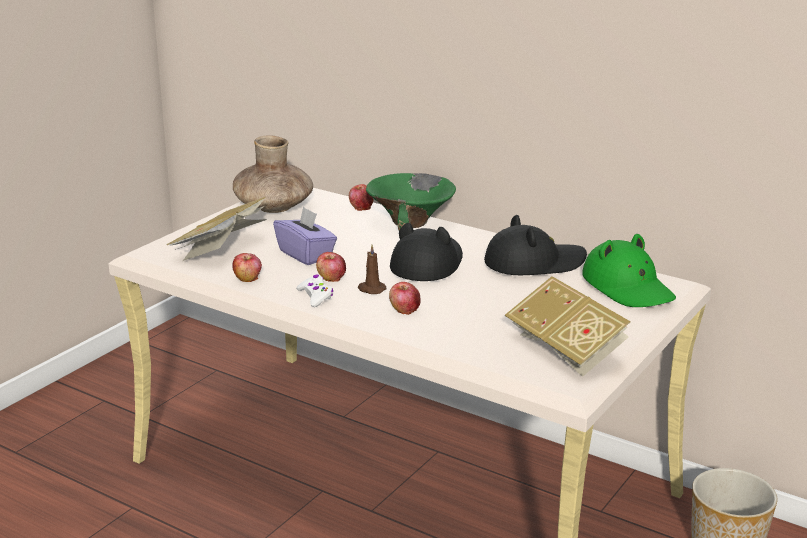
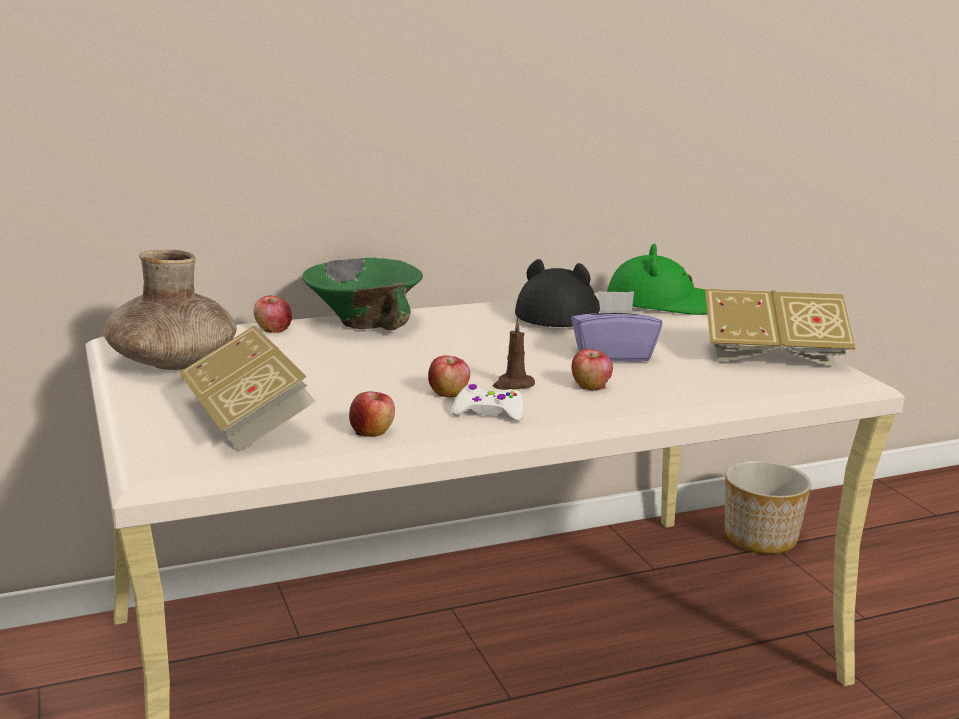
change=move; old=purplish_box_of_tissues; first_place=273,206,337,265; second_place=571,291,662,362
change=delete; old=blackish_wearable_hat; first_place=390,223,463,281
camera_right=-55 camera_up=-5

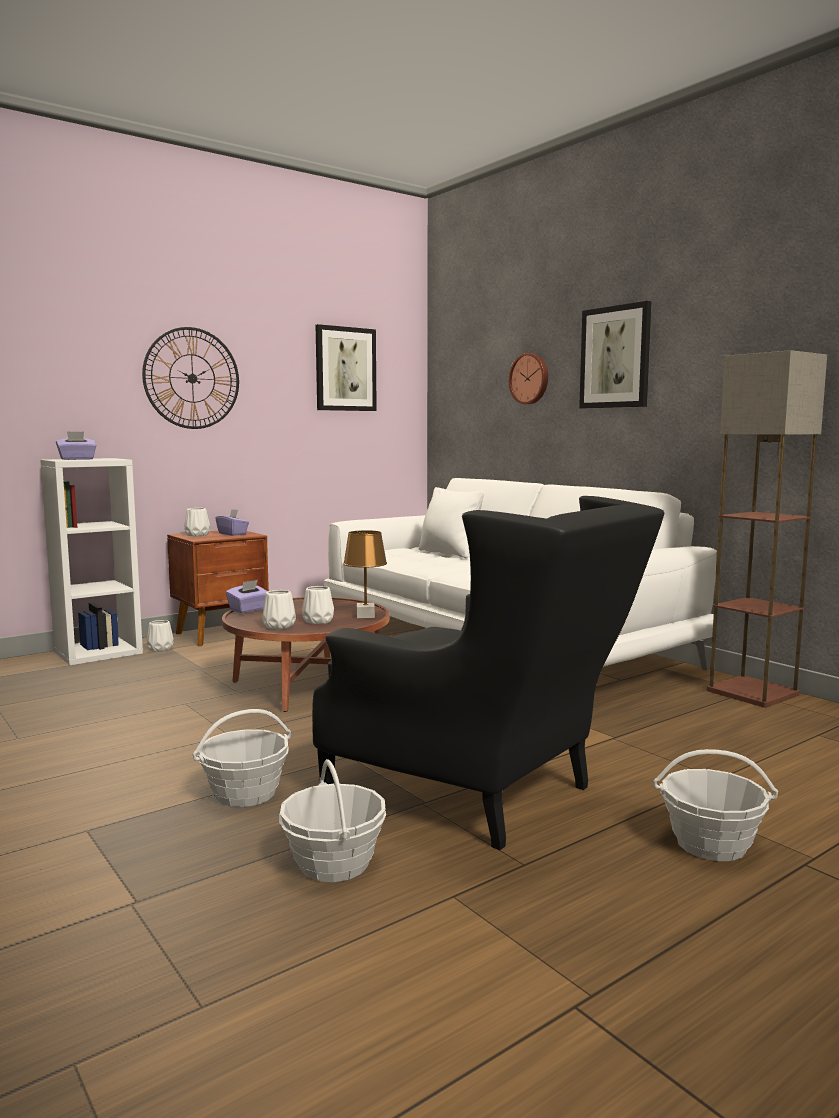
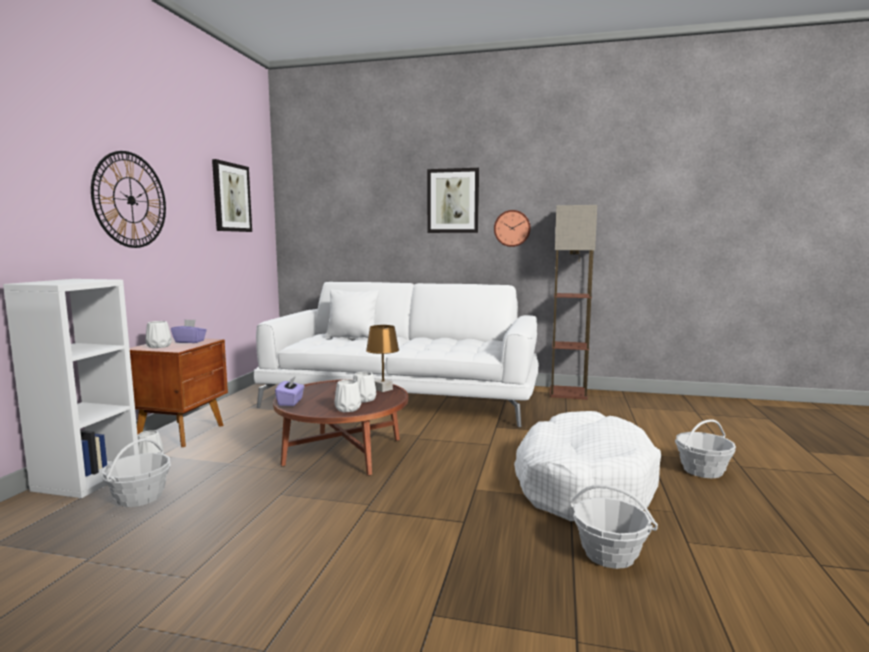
change=delete; old=purplish_box_of_tissues; first_place=56,431,96,460
change=move; old=storage_basket; first_place=193,709,291,807; second_place=101,438,171,507
change=replace; old=blackish_easy_chair; new=whitish_dog_bed; first_place=312,496,664,850; second_place=514,411,661,521
change=move; old=hanging_clock; first_place=509,353,548,404; second_place=494,210,531,247
camera_right=-40 camera_up=0

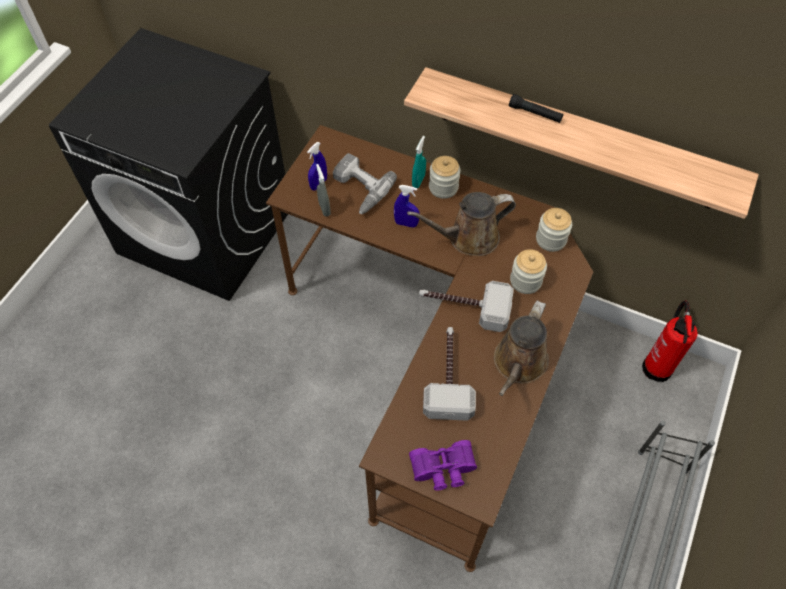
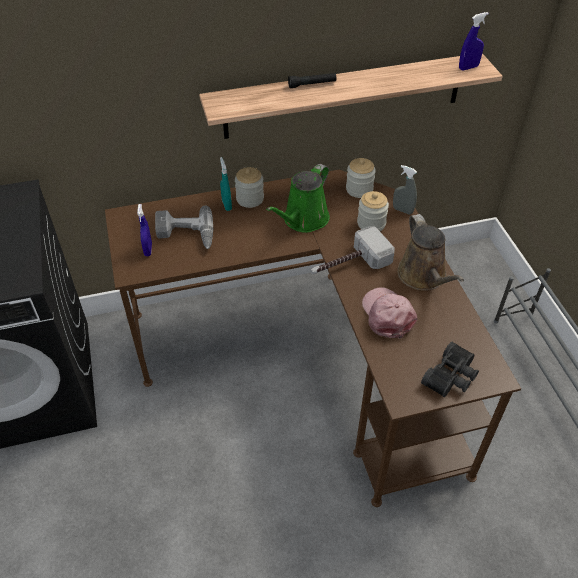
change=move; old=gray_spray_bottle; first_place=316,164,331,217; second_place=393,165,417,214
change=move; old=blue-coloured_spray_bottle; first_place=394,185,420,228; second_place=459,12,489,70
change=recolor; old=brownish_watering_can; new=green-coloured_watering_can; first_place=407,192,516,256; second_place=266,164,330,233
change=recolor; old=purplish_pair_of_binoculars; new=blackish_pair_of_binoculars; first_place=409,440,477,491; second_place=421,342,479,397
change=replace; old=hammer; new=pinkish_cap; first_place=423,327,476,421; second_place=362,287,417,339
change=delete; old=extinguisher; first_place=642,300,698,382
camera_right=-40 camera_up=-10

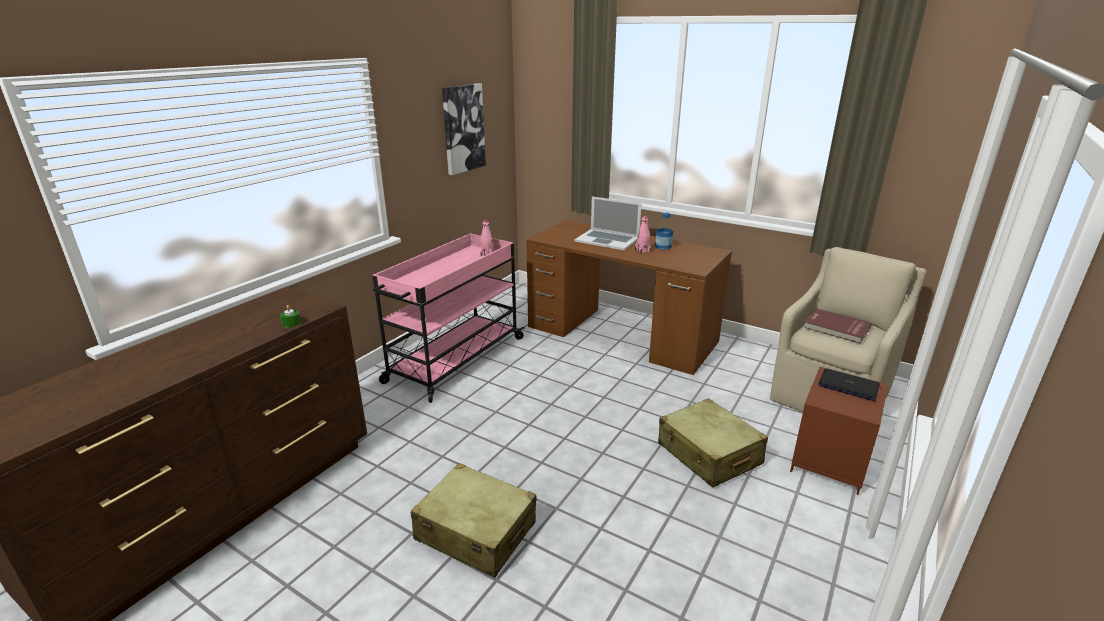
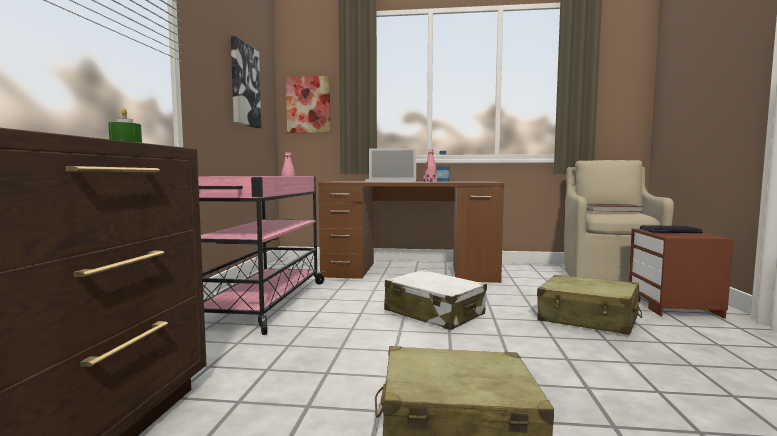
change=insert; new=wall_art; second_place=286,76,331,133
change=insert; new=whitish_piece_of_luggage; second_place=384,270,487,330
camera_right=-25 camera_up=-20

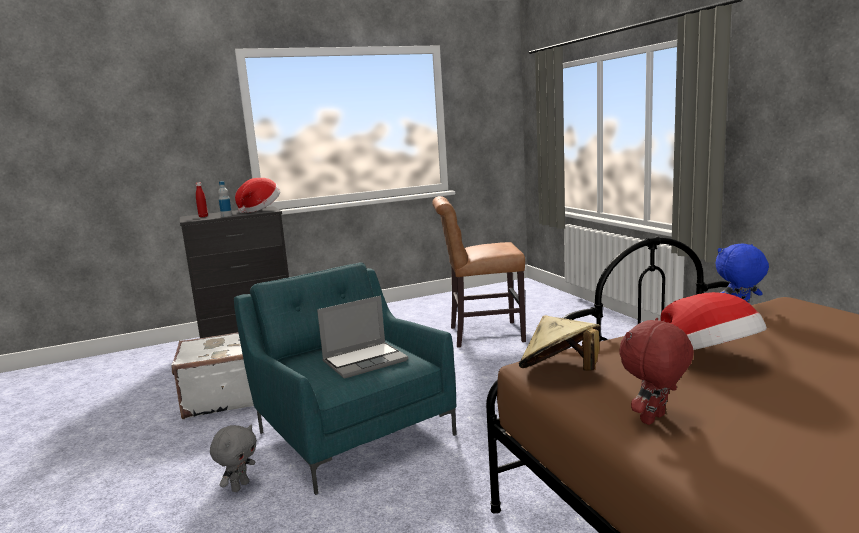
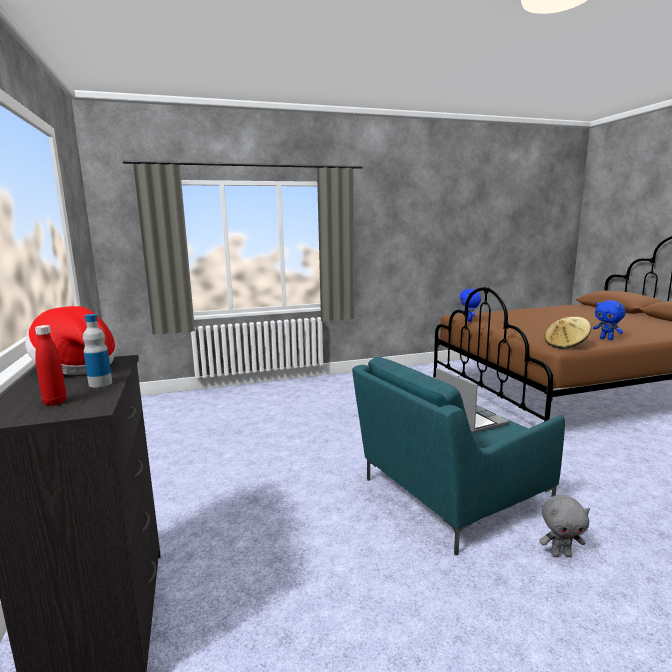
change=delete; old=whitish_piece_of_luggage; first_place=171,332,254,419
change=rotate; old=gray_soft_toy; first_place=210,424,257,492; second_place=539,495,590,557; degrees=150
change=delete; old=brownish_plain_chair; first_place=432,196,526,348
change=recolor; old=reddish_soft_toy; new=blue-coloured_soft_toy; first_place=619,318,694,425; second_place=593,300,625,340
change=delete; old=wearable_hat; first_place=660,292,767,350
camera_right=-85 camera_up=0

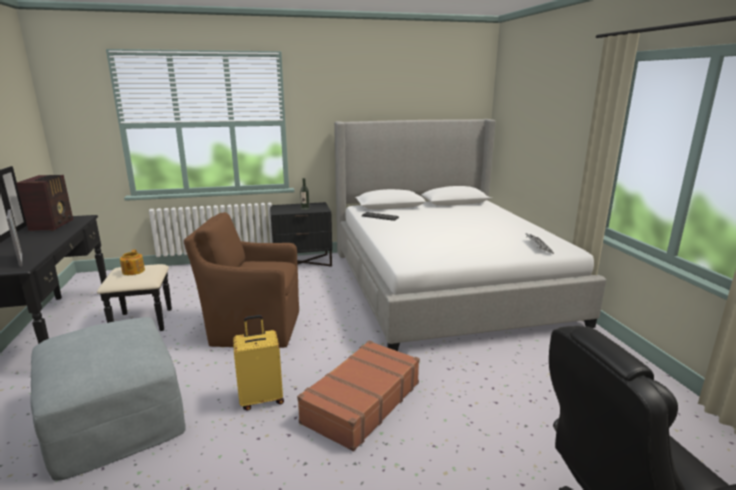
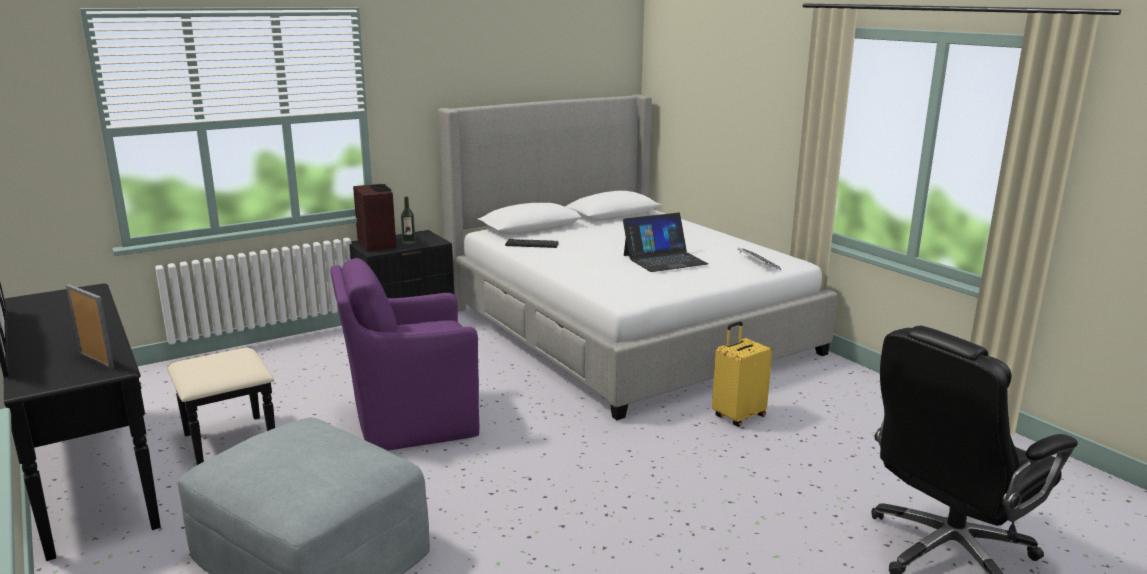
change=move; old=radio_receiver; first_place=16,175,73,231; second_place=353,184,396,252
change=delete; old=pot_for_tea; first_place=120,250,145,275
change=recolor; old=brownish_easy_chair; new=purplish_easy_chair; first_place=184,212,299,348; second_place=330,258,479,451
change=move; old=yellowish_piece_of_luggage; first_place=233,315,284,411; second_place=712,321,772,427
change=delete; old=brownish_piece_of_luggage; first_place=297,340,420,452
change=insert; new=notebook_computer; second_place=623,213,709,272
camera_right=-20 camera_up=0

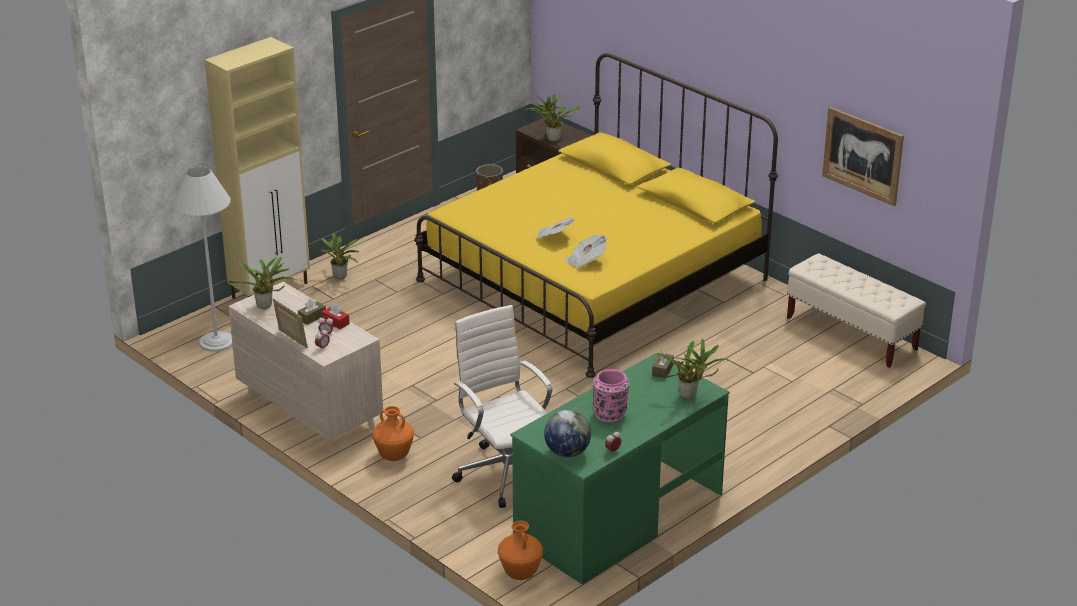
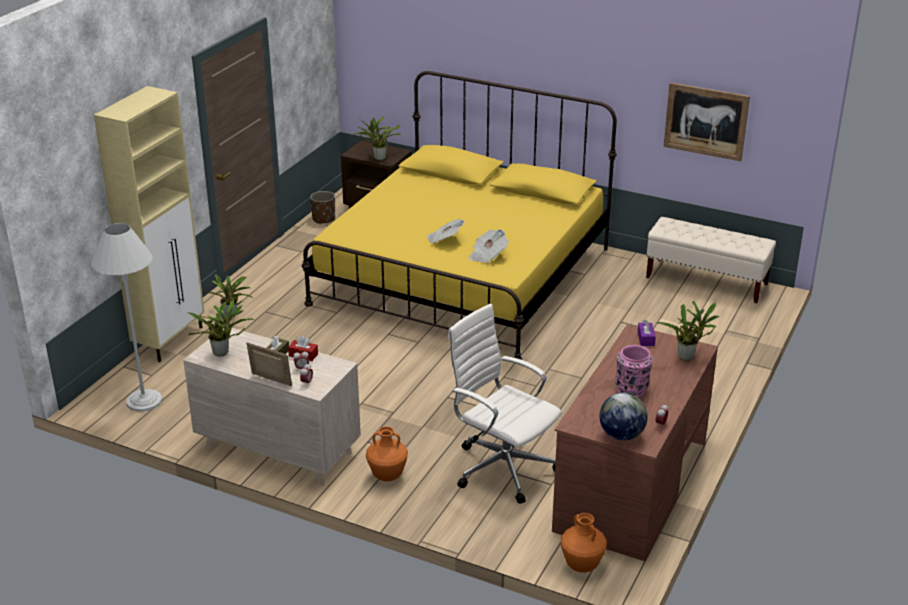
change=recolor; old=green-coloured_desk_unit; new=brownish_desk_unit; first_place=510,353,730,584; second_place=552,324,718,561
change=recolor; old=brownish_box_of_tissues; new=purplish_box_of_tissues; first_place=652,351,674,379; second_place=638,320,656,346
camera_right=-20 camera_up=0

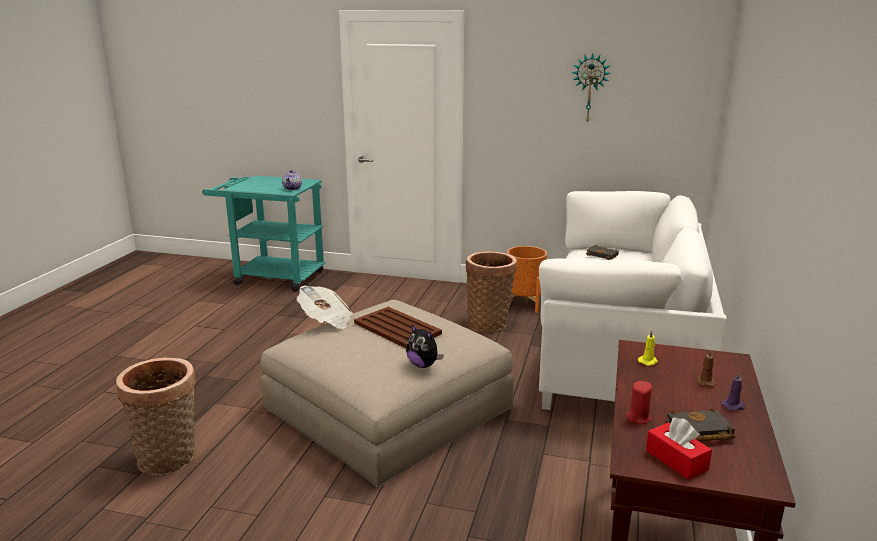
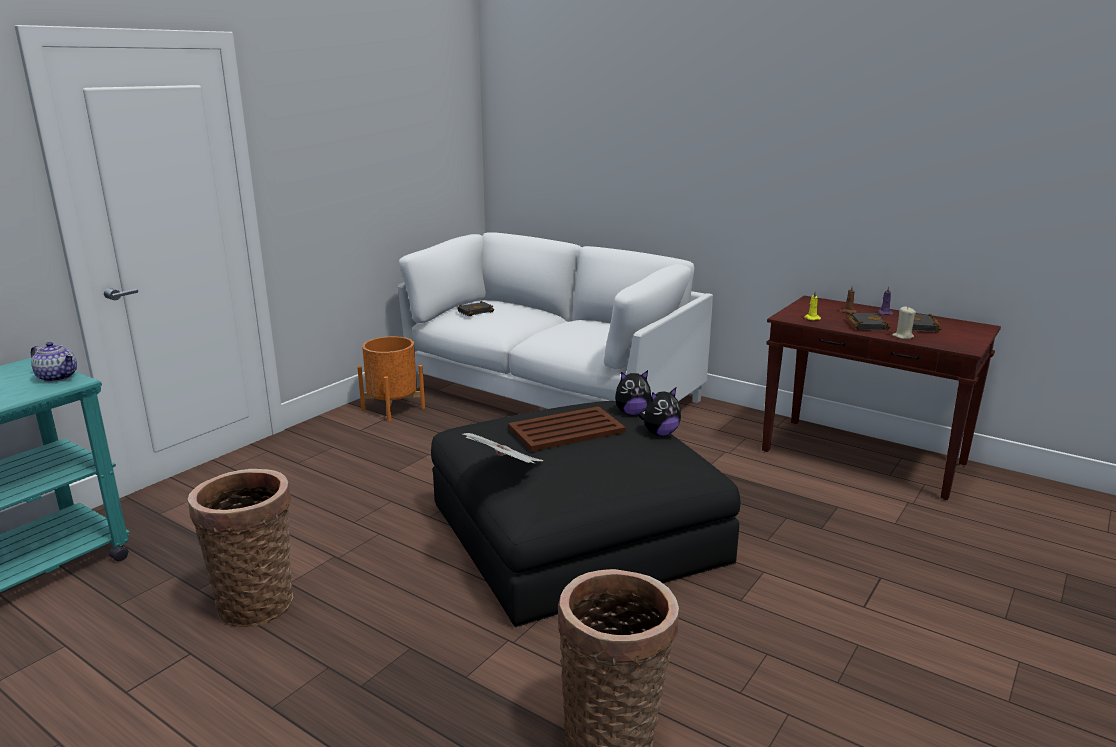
change=recolor; old=beige_footrest; new=blackish_footrest; first_place=261,300,514,488; second_place=431,401,740,627
change=move; old=storage_basket; first_place=466,251,517,332; second_place=188,469,293,627
change=delete; old=hanging_clock; first_place=572,53,611,124
change=recolor; old=reddish_wax_light; new=beige_wax_light; first_place=626,381,652,424; second_place=892,307,916,339
change=delete; old=reddish_box_of_tissues; first_place=646,418,712,480
change=insert; new=soft_toy; second_place=615,370,651,415
change=insert; new=blackish_book; second_place=846,312,891,331
camera_right=-70 camera_up=0

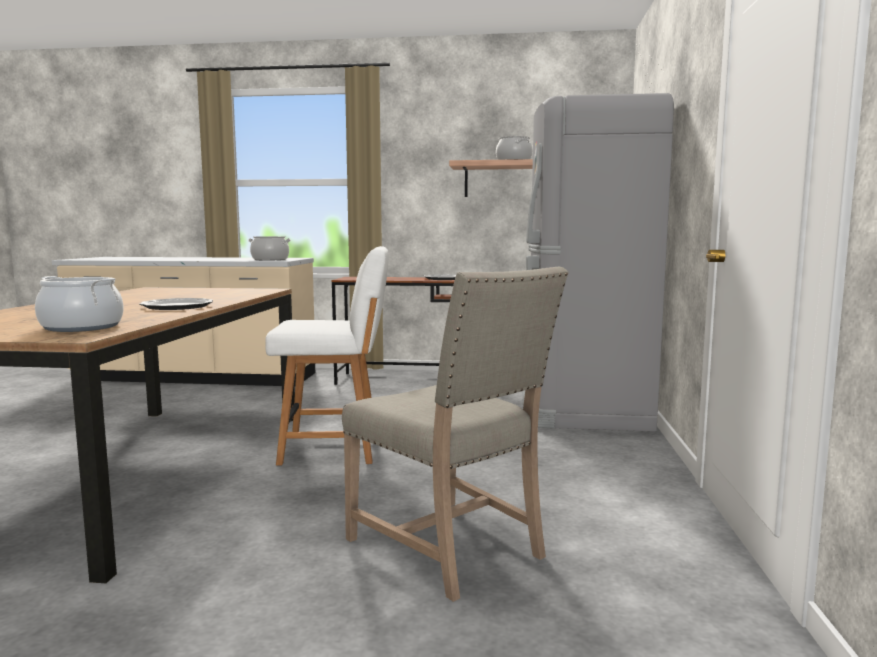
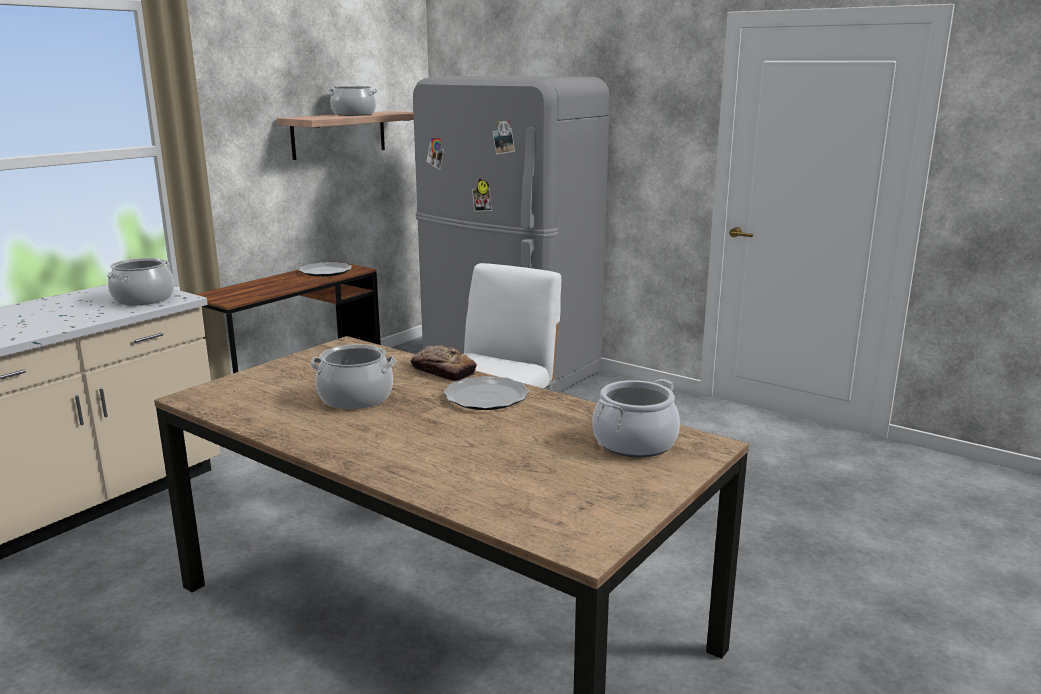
change=delete; old=beige_plain_chair; first_place=342,267,569,602
change=insert; new=stockpot; second_place=310,344,397,409
change=insert; new=bakery_bread; second_place=411,345,477,381
camera_right=-60 camera_up=10

